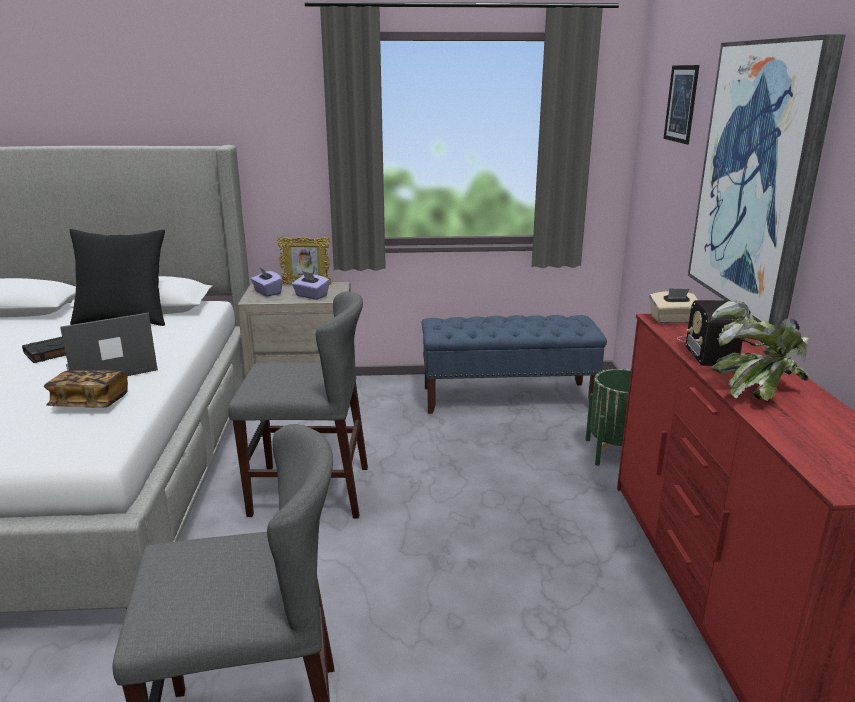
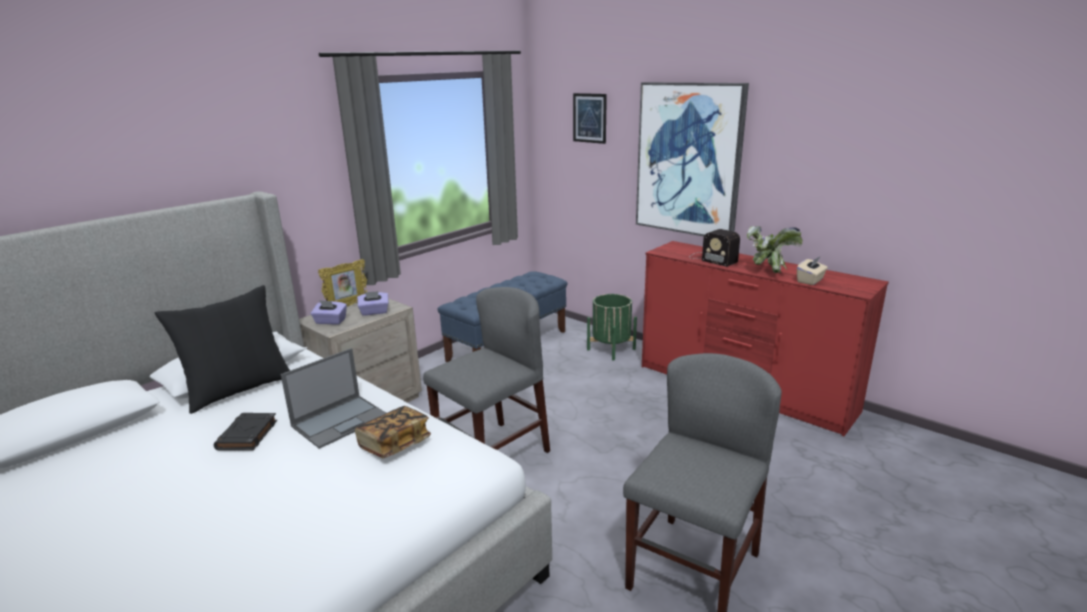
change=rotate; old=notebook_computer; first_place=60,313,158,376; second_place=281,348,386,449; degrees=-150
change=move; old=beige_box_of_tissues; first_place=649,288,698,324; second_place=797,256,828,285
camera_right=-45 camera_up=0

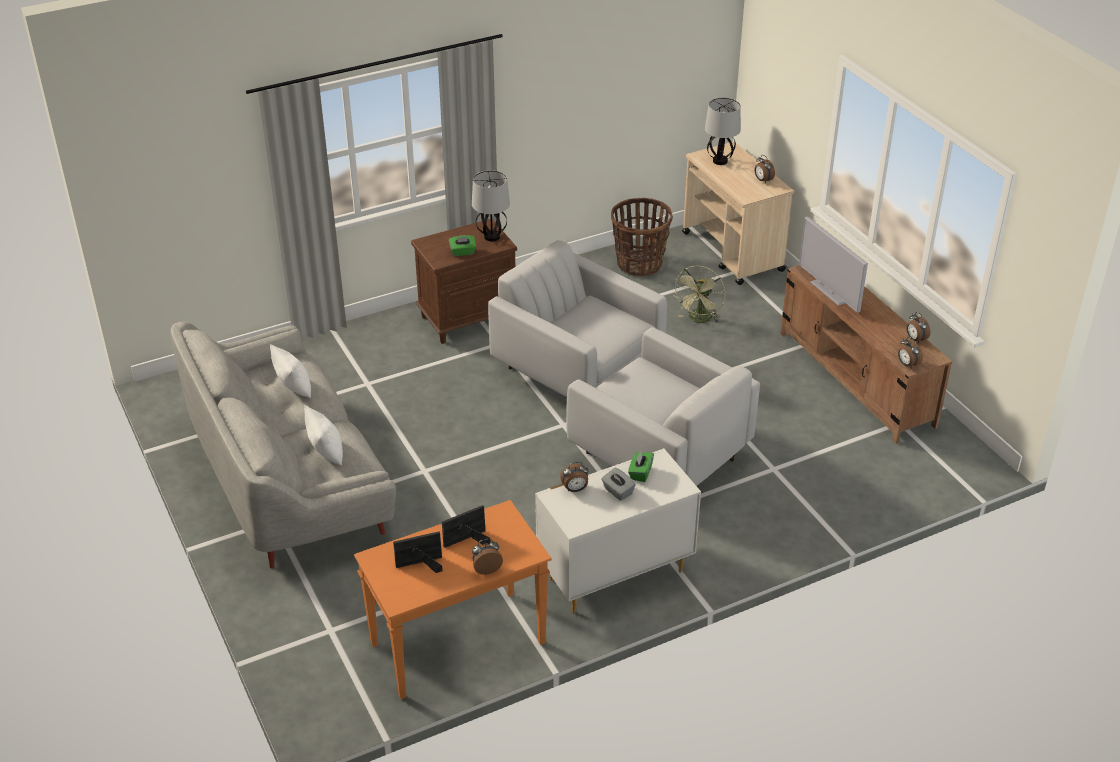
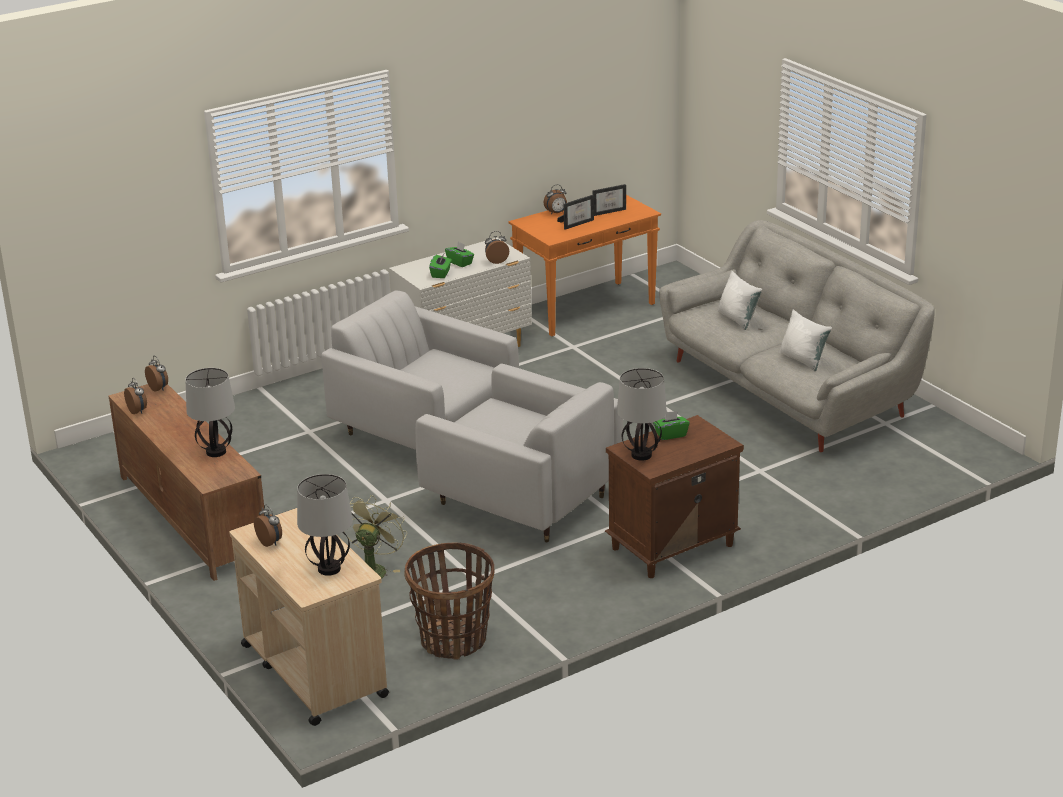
change=recolor; old=gray_box_of_tissues; new=green-coloured_box_of_tissues; first_place=601,468,636,501; second_place=445,242,474,267
change=replace; old=television; new=tabletop_lamp; first_place=799,216,868,313; second_place=185,368,235,457
camera_right=175 camera_up=-10

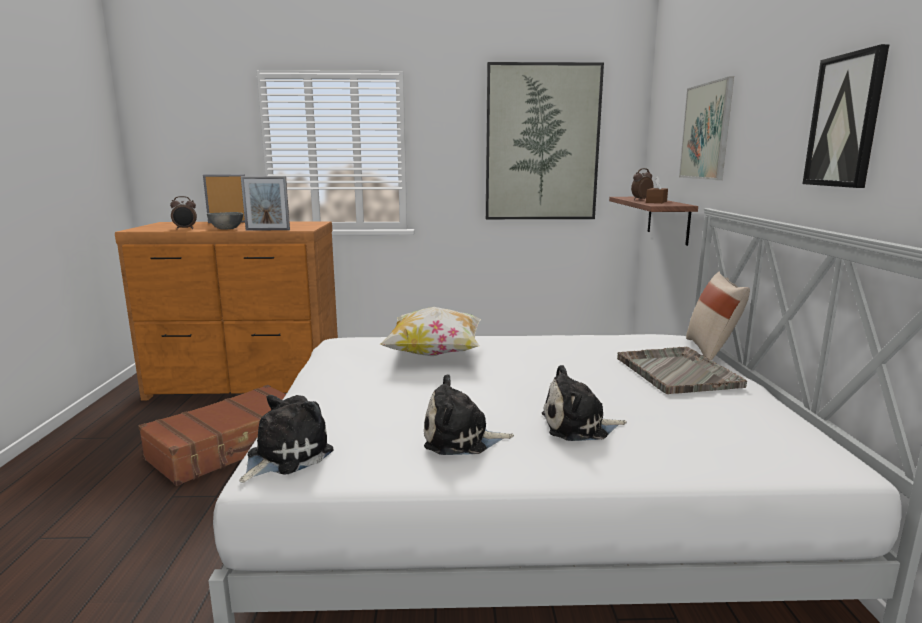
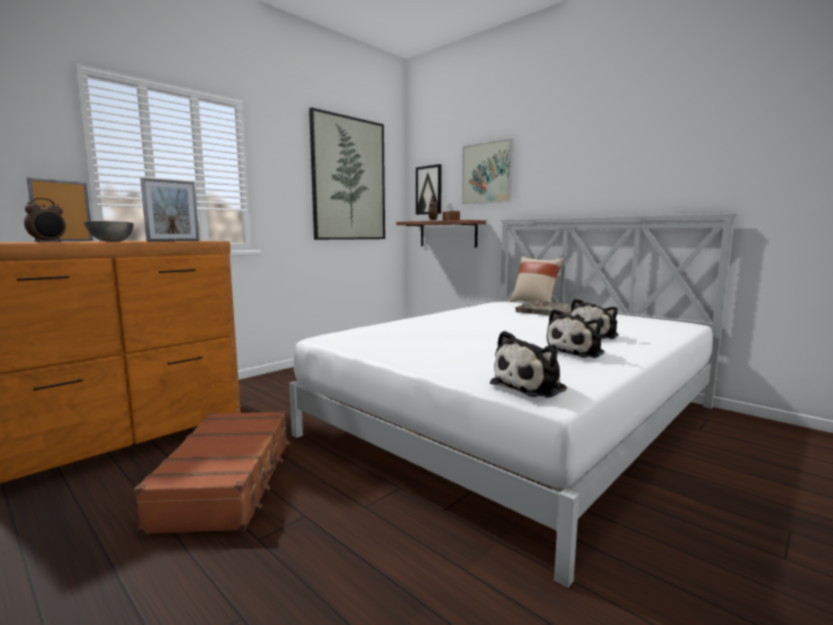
change=rotate; old=soft_toy; first_place=239,395,334,483; second_place=490,331,567,398; degrees=-120
change=delete; old=throw_pillow; first_place=380,307,481,356
change=move; old=wall_art; first_place=803,44,890,188; second_place=416,164,442,215
camera_right=-45 camera_up=-5

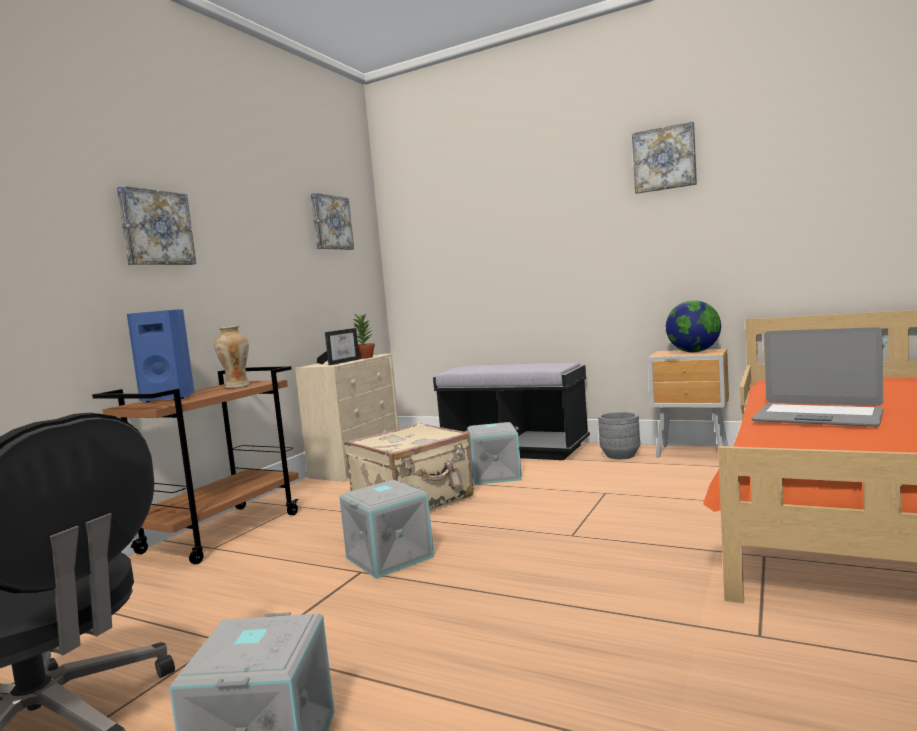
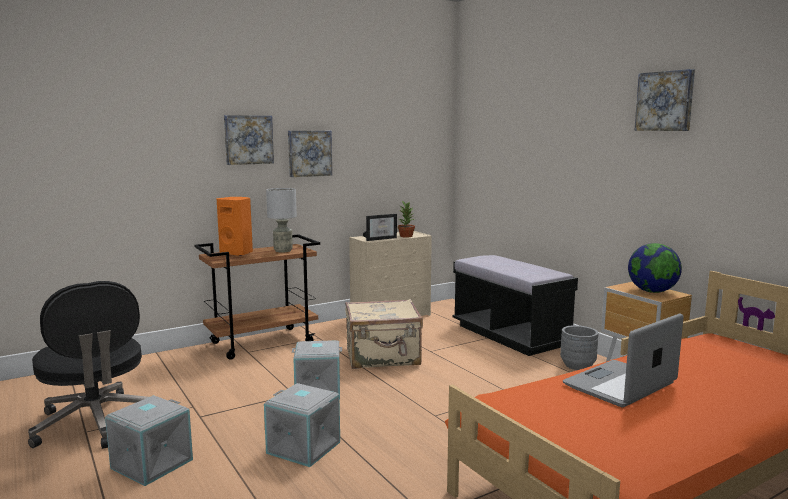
change=recolor; old=blue-coloured_loudspeaker; new=orange-coloured_loudspeaker; first_place=127,310,194,402; second_place=217,197,253,256
change=replace; old=vase; new=gray_tabletop_lamp; first_place=214,326,250,388; second_place=266,188,297,252
change=move; old=wall_art; first_place=311,193,354,250; second_place=288,131,332,177
change=move; old=gray_storage_box; first_place=465,422,522,485; second_place=264,383,340,467
change=rotate; old=notebook_computer; first_place=752,327,883,427; second_place=563,313,683,407; degrees=75
camera_right=30 camera_up=5

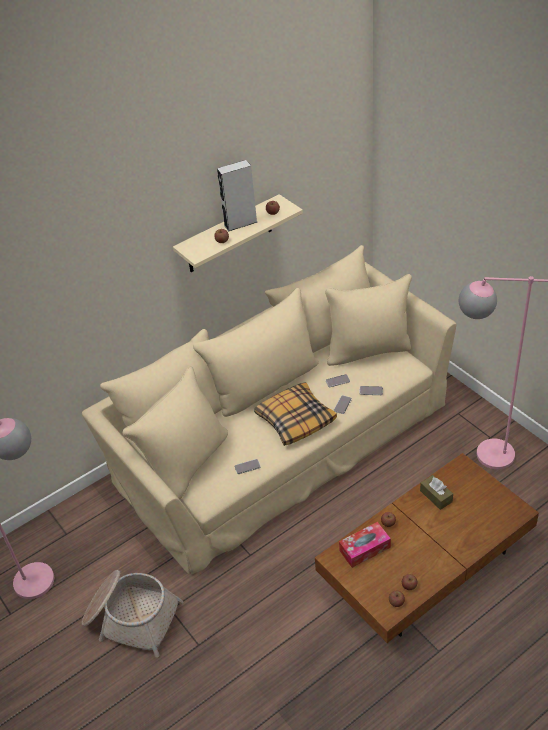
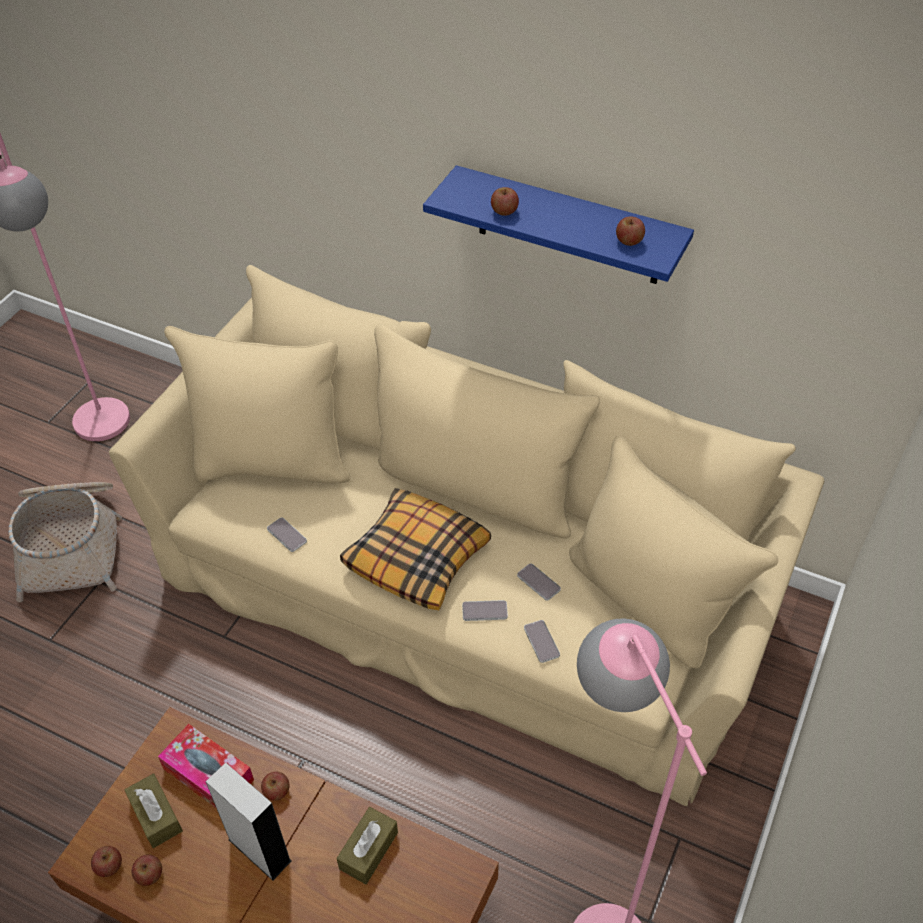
change=recolor; old=beige_wall_shelf; new=blue-coloured_wall_shelf; first_place=173,194,303,272; second_place=423,165,694,284
change=move; old=gray_loudspeaker; first_place=217,160,257,232; second_place=206,762,291,881
change=insert; new=brownish_box_of_tissues; second_place=125,773,183,848
camera_right=60 camera_up=5

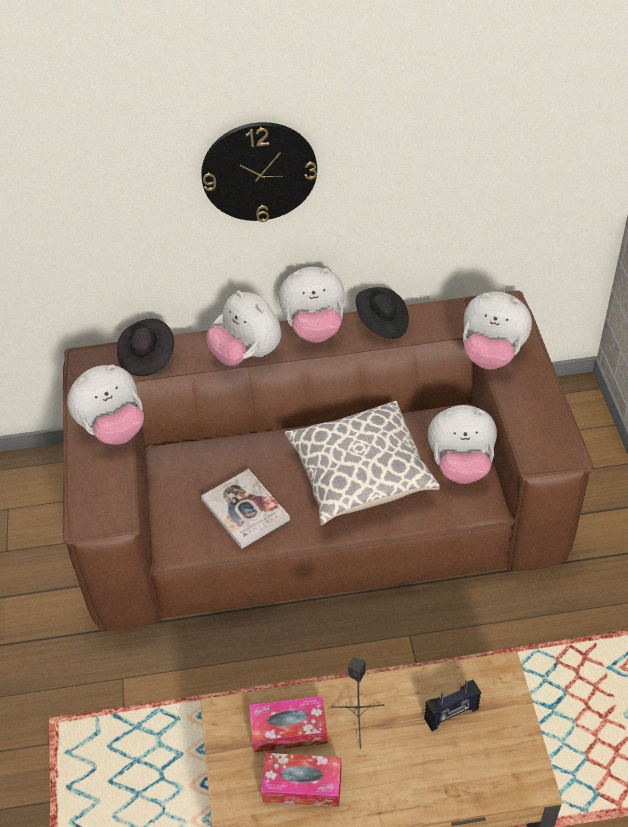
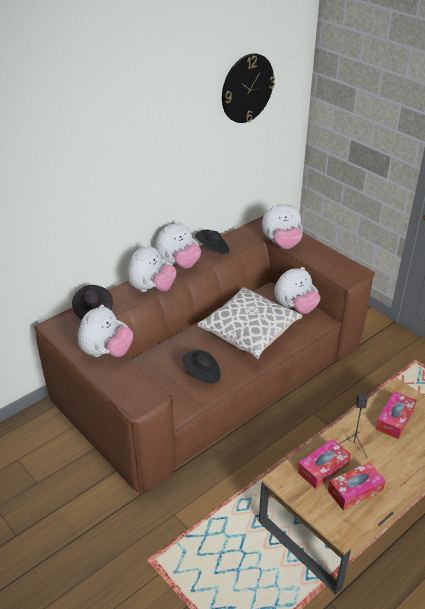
change=move; old=hanging_clock; first_place=201,122,317,222; second_place=222,53,275,123
change=replace; old=book; new=blackish_wearable_hat; first_place=201,469,290,549; second_place=182,350,221,383
change=rotate; old=soft_toy; first_place=206,290,281,366; second_place=127,244,176,292; degrees=-75
change=replace; old=radio_receiver; new=box_of_tissues; first_place=424,680,481,731; second_place=376,391,416,439
camera_right=-35 camera_up=-10

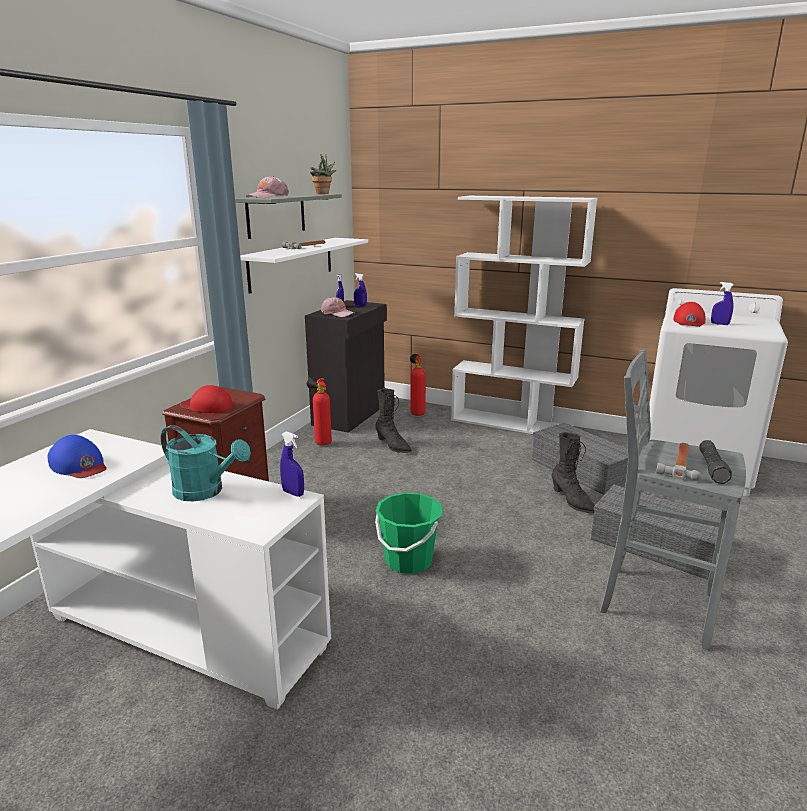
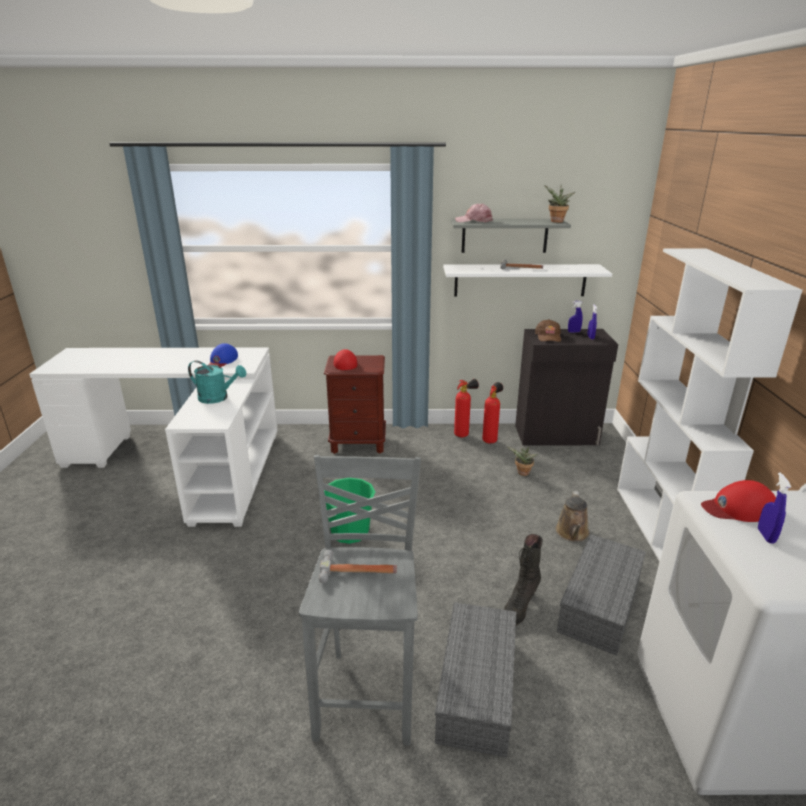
change=rotate; old=turquoise_watering_can; first_place=161,425,251,501; second_place=188,360,246,404; degrees=-75
change=delete; old=blue-coloured_spray_bottle; first_place=280,431,304,497
change=recolor; old=pinkish_cap; new=brownish_cap; first_place=320,297,354,317; second_place=535,319,561,342
change=replace; old=blackish_boot; new=potted_plant; first_place=375,389,412,453; second_place=507,446,538,476
change=move; old=extinguisher; first_place=410,354,426,416; second_place=454,379,479,437
change=delete; old=blackish_torch; first_place=699,440,732,484
change=insert; new=brownish_watering_can; second_place=555,491,590,542
camera_right=65 camera_up=5

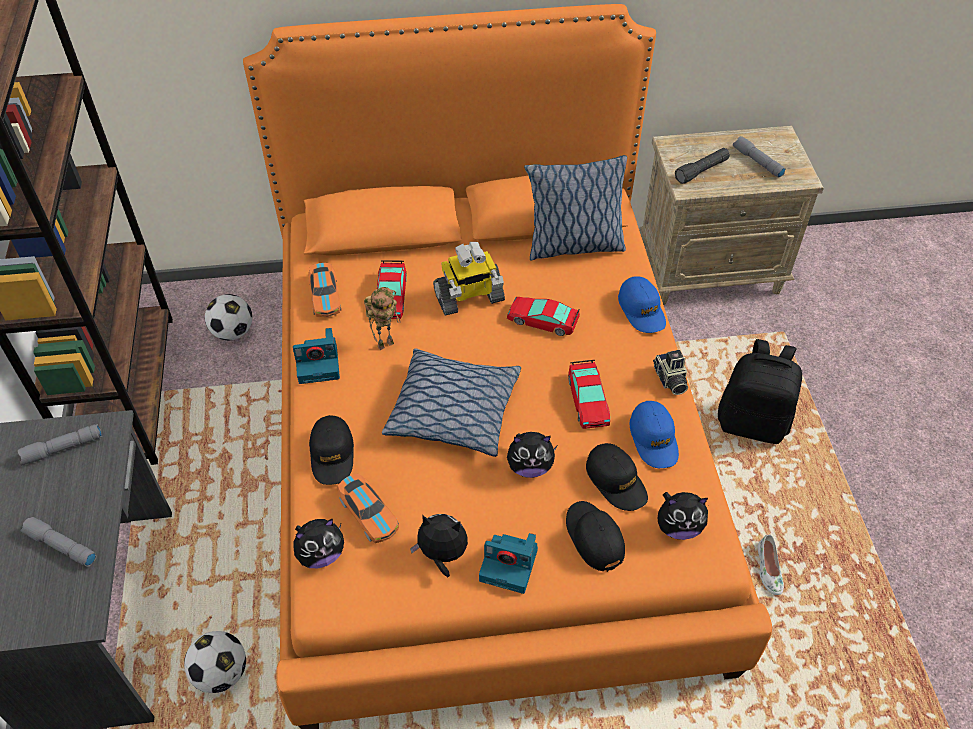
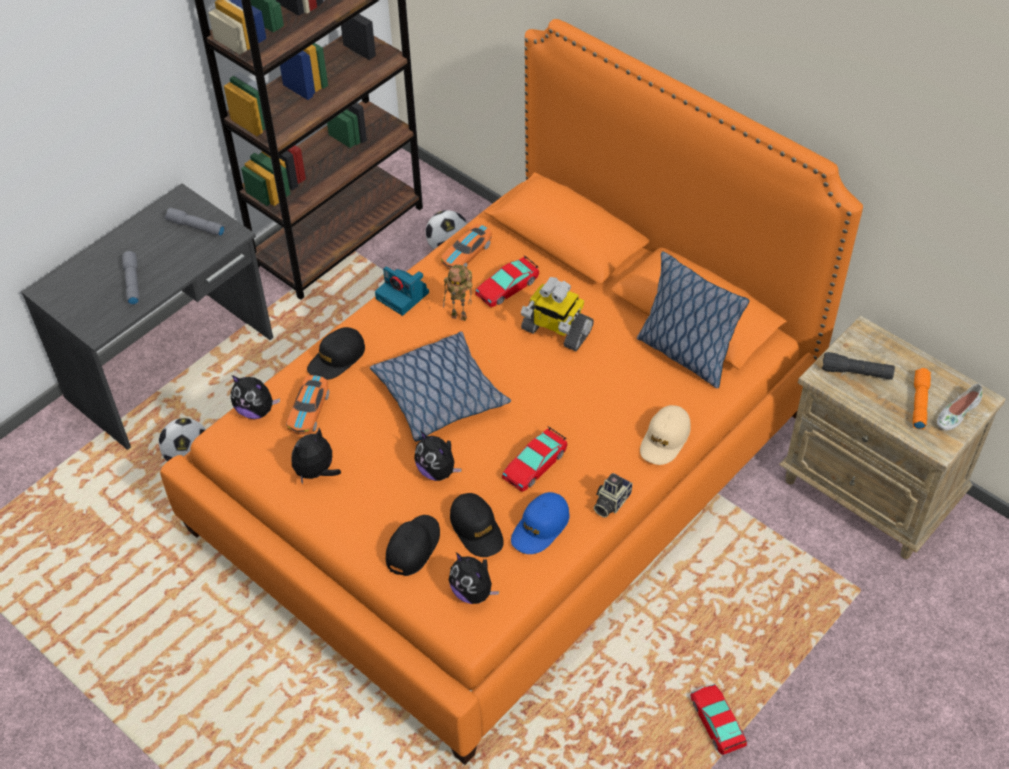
change=rotate; old=soft_toy; first_place=410,514,468,577; second_place=292,427,341,484; degrees=-105
change=delete; old=photo_camera; first_place=479,533,538,594
change=move; old=miniature_car; first_place=507,297,580,336; second_place=690,684,747,755
change=rotate; old=blackish_cap; first_place=586,443,648,511; second_place=450,493,504,557; degrees=-45
change=recolor; old=blue-coloured_cap; new=beige_cap; first_place=618,276,666,333; second_place=640,405,691,465
change=delete; old=blackish_backpack; first_place=718,339,802,444
change=recolor; old=gray_torch; new=orange-coloured_torch; first_place=733,136,785,178; second_place=913,368,931,429
change=move; old=whitish_low_shoe; first_place=757,535,784,595; second_place=937,384,982,431
camera_right=50 camera_up=0

